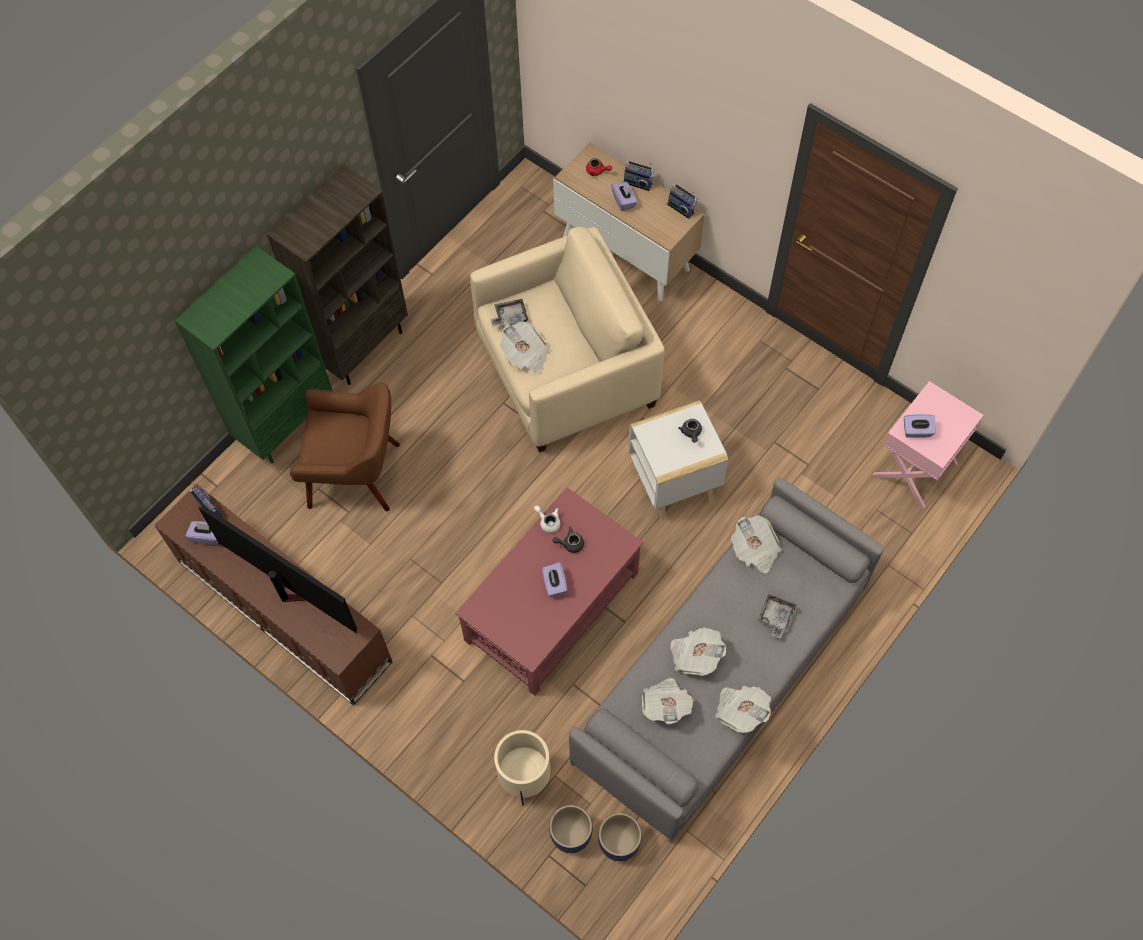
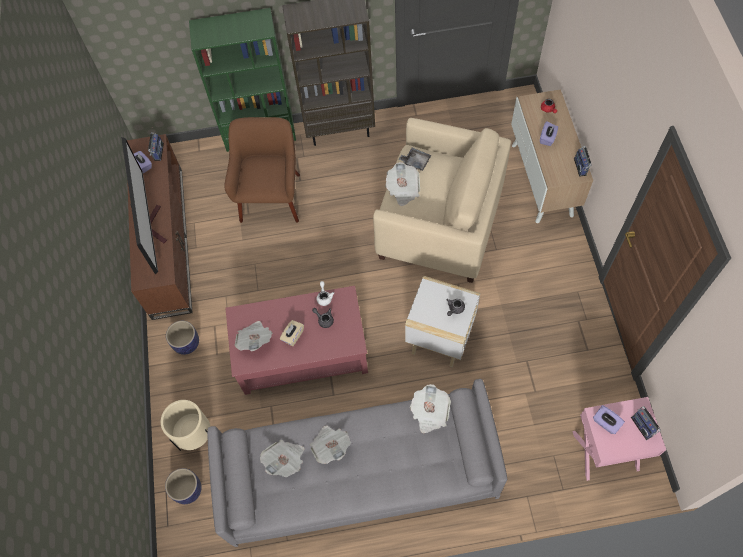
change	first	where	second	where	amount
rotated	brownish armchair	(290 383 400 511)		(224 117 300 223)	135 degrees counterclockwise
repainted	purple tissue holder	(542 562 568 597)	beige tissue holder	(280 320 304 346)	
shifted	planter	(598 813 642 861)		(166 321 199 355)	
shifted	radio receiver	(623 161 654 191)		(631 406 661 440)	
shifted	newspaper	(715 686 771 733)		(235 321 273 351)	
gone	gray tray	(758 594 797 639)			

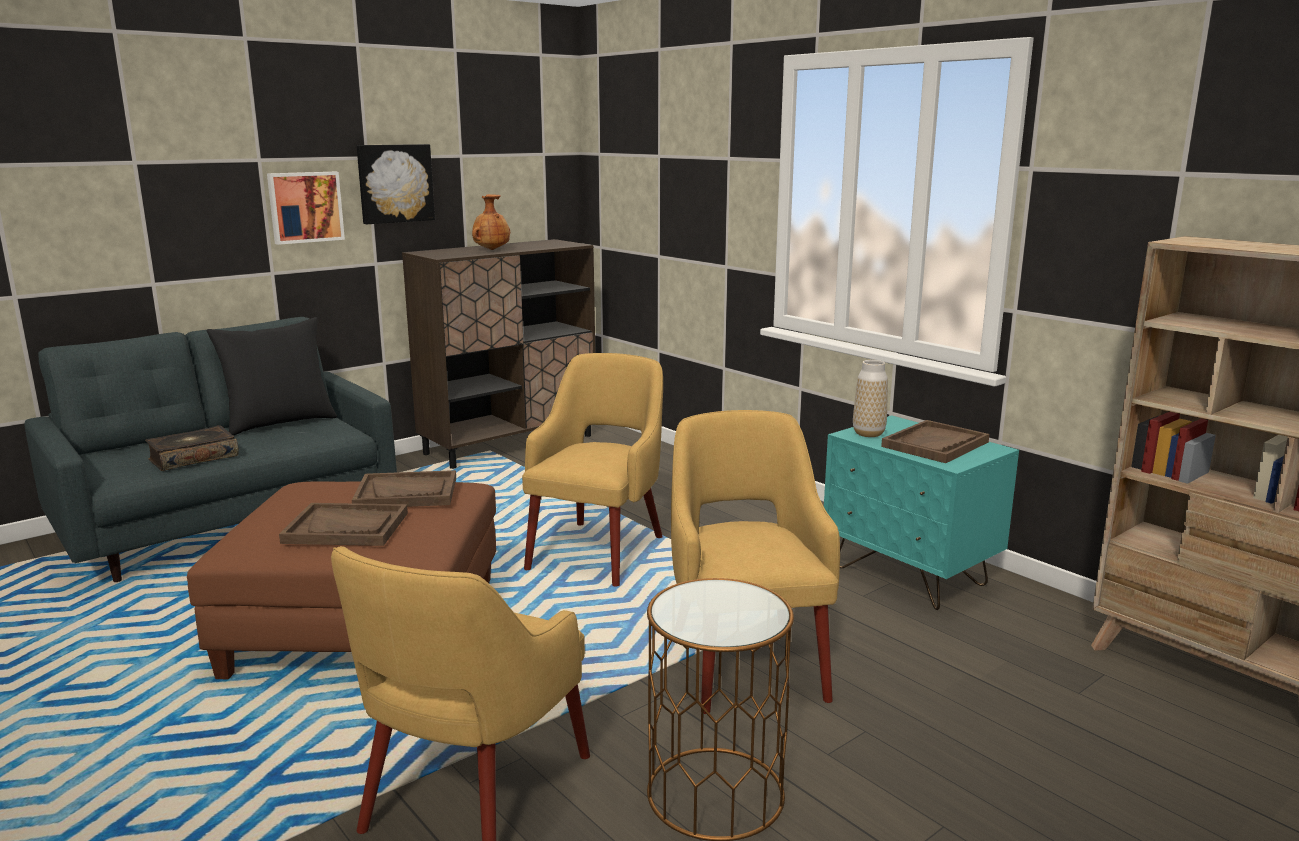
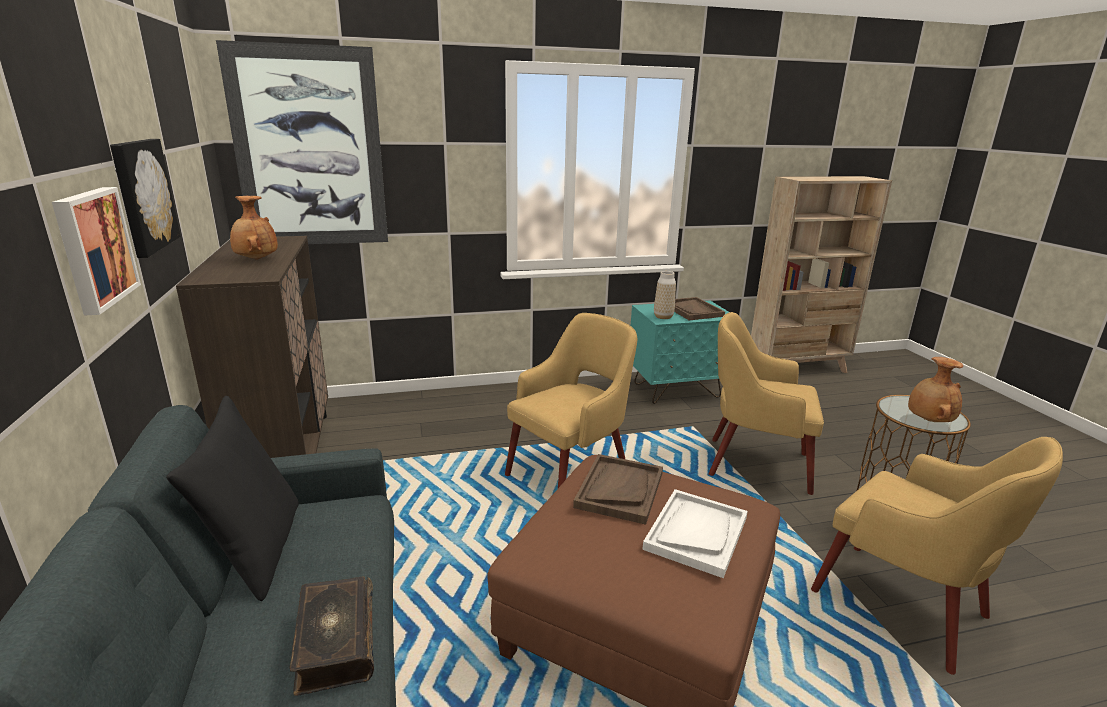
change	first	where	second	where	amount
repainted	brownish tray	(279 503 408 546)	white tray	(642 489 748 578)	
rotated	yellow-coloured armchair	(522 353 663 587)		(505 313 637 488)	90 degrees clockwise
new			picture	(216 40 388 244)	
new			brownish decorative vase	(908 357 963 422)	

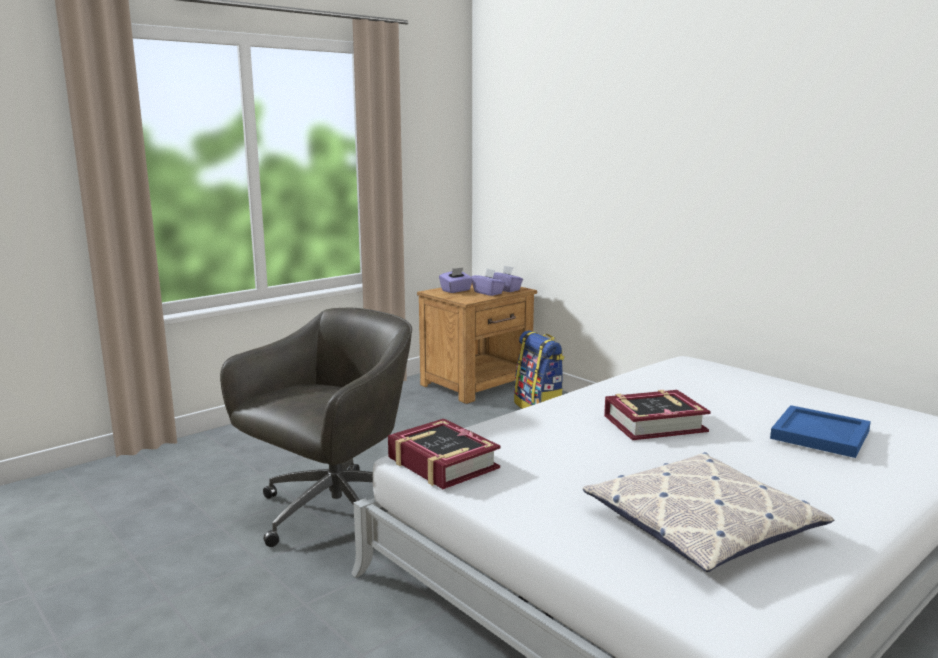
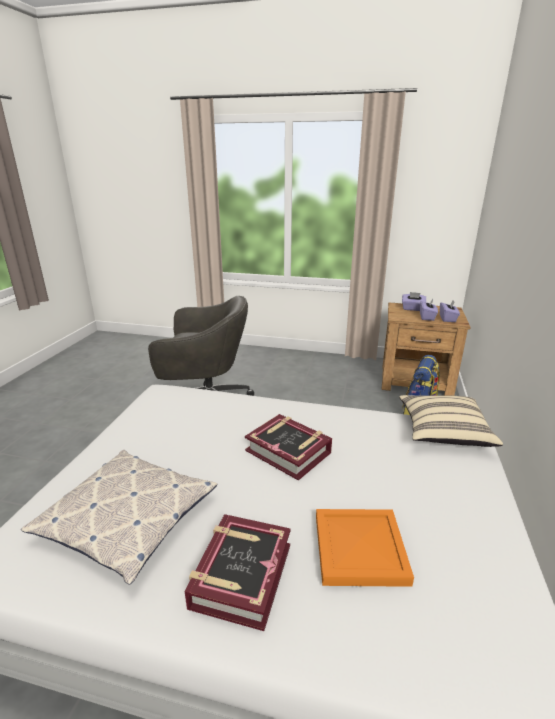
change	first	where	second	where	amount
shifted	bound book	(388 419 501 489)		(184 514 291 631)	
repainted	blue tray	(770 405 871 458)	orange tray	(316 509 414 587)	
new			beige throw pillow	(399 395 503 447)	

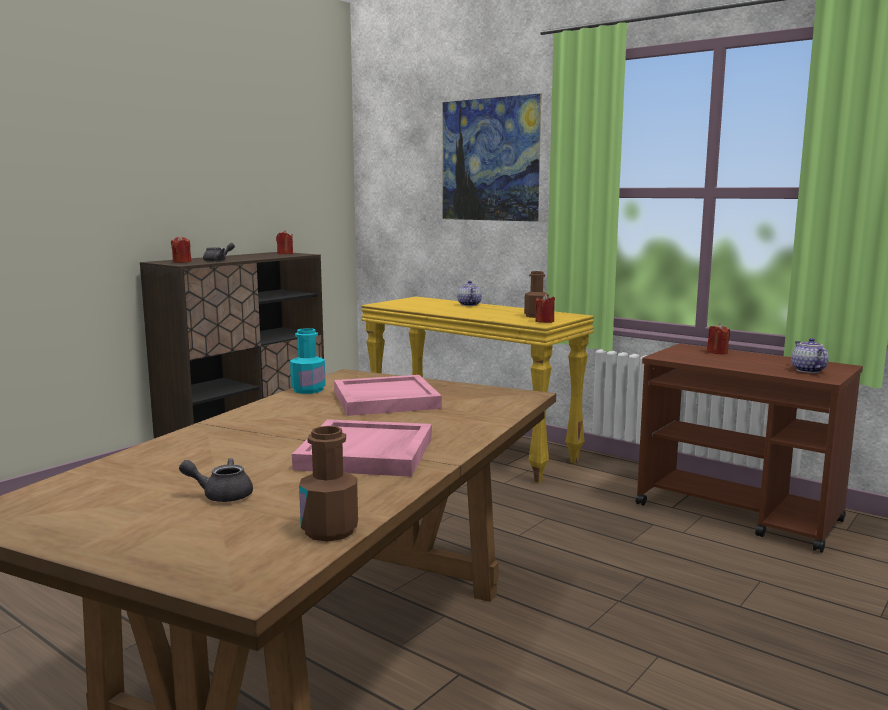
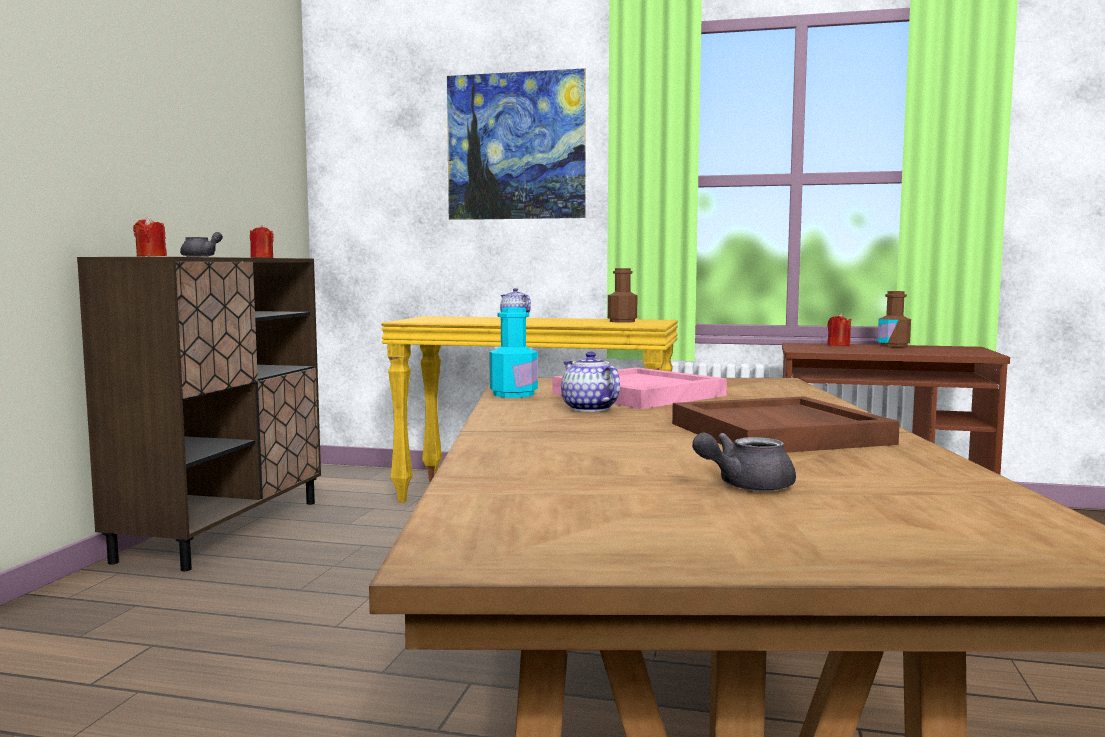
change	first	where	second	where	amount
repainted	pink-coloured tray	(292 419 432 477)	brownish tray	(672 396 900 453)	
shifted	brownish drink bottle	(299 426 358 542)		(878 291 911 347)	
gone	red candle	(535 294 555 323)			
shifted	teapot	(791 338 829 373)		(561 352 620 412)	

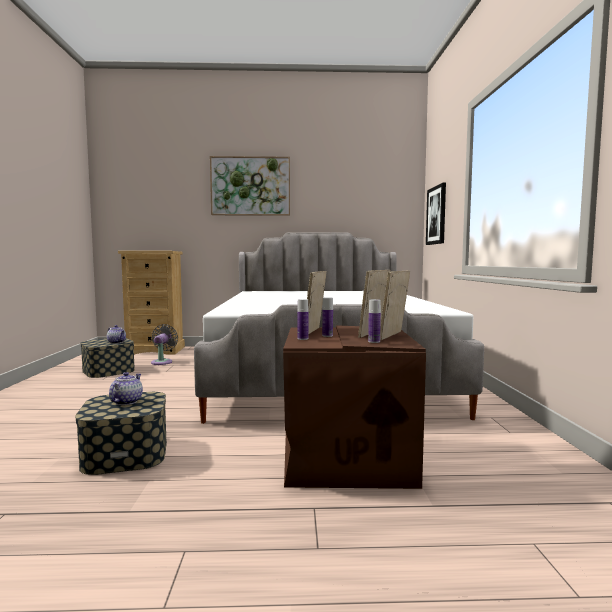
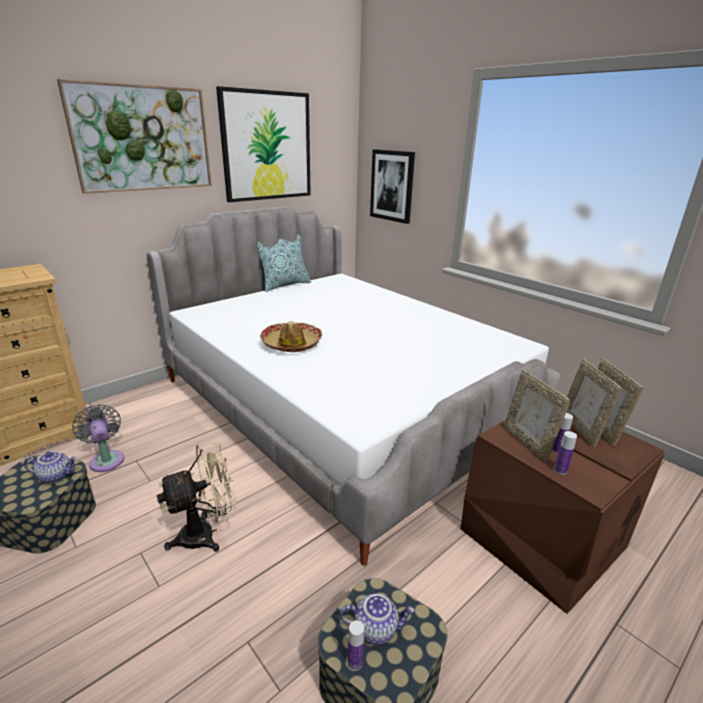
change	first	where	second	where	amount
rotated	teapot	(109 372 143 405)		(340 594 415 645)	120 degrees clockwise
shifted	drink bottle	(368 299 381 343)		(348 620 364 670)	
new			beige electric fan	(157 442 236 552)	
new			picture	(216 86 311 202)	
new			throw pillow	(258 234 311 292)	
new			wearable hat	(260 321 322 352)	

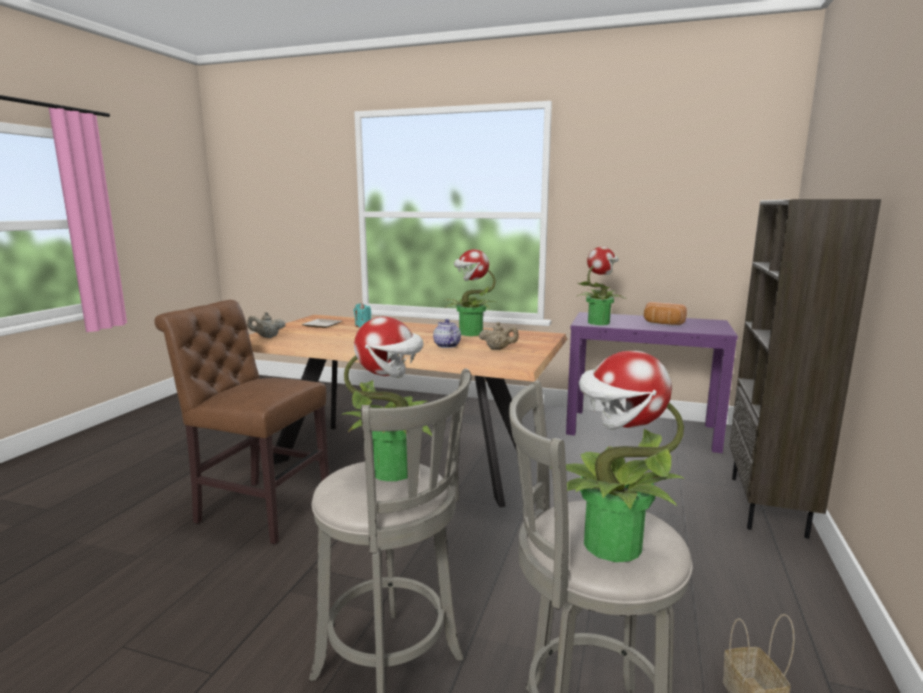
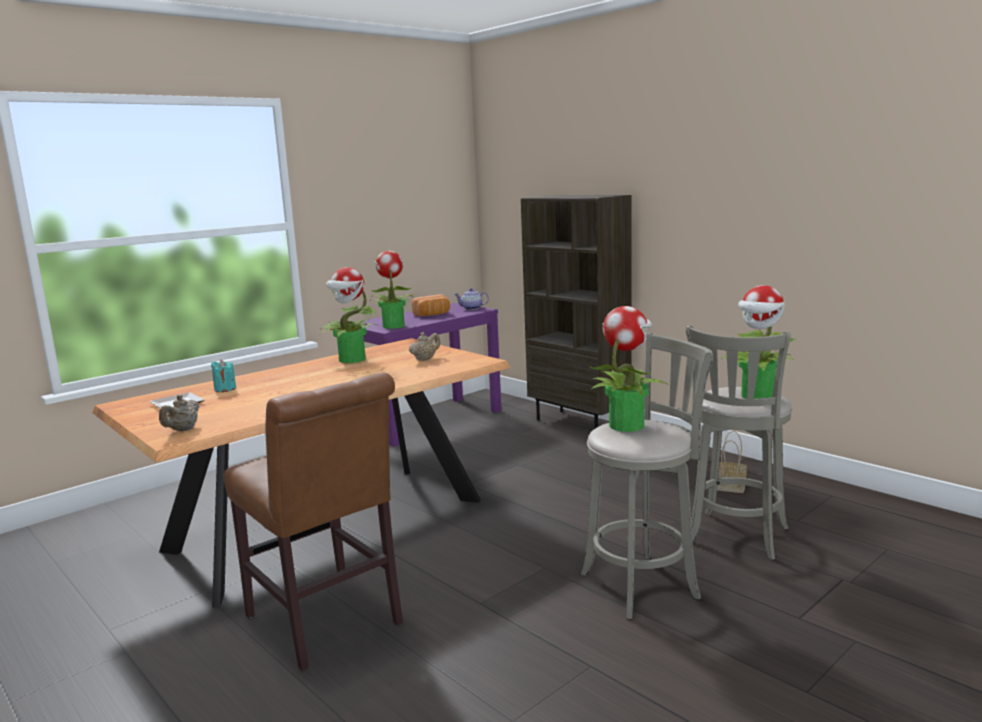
change	first	where	second	where	amount
rotated	brownish plain chair	(154 300 329 544)		(224 373 403 671)	90 degrees counterclockwise
shifted	teapot	(433 319 461 348)		(454 288 489 310)	

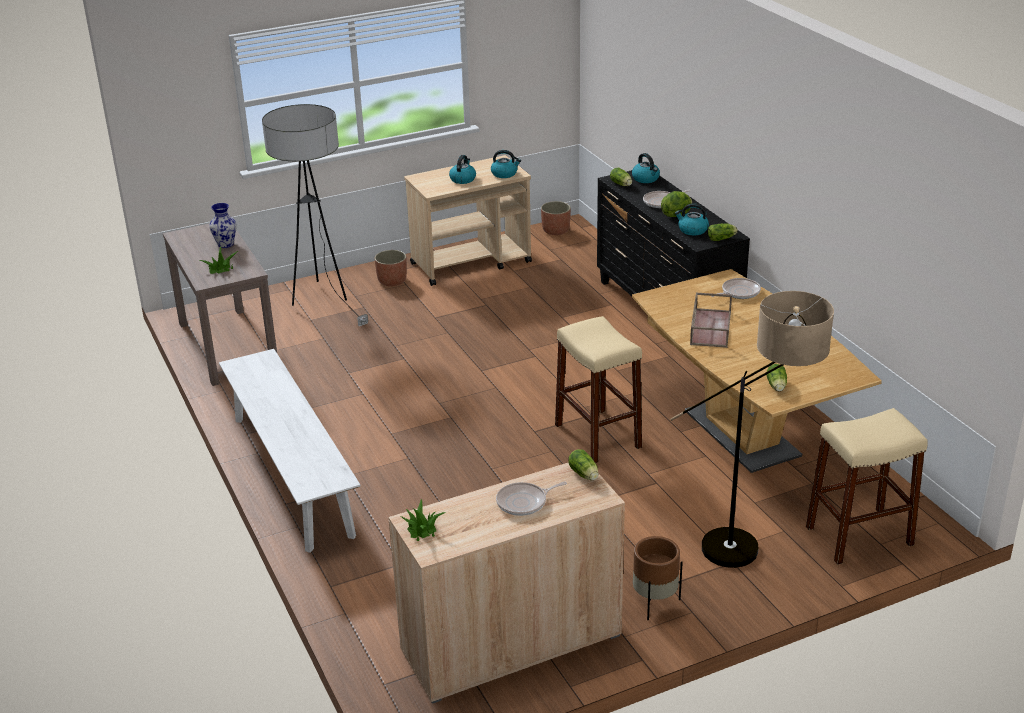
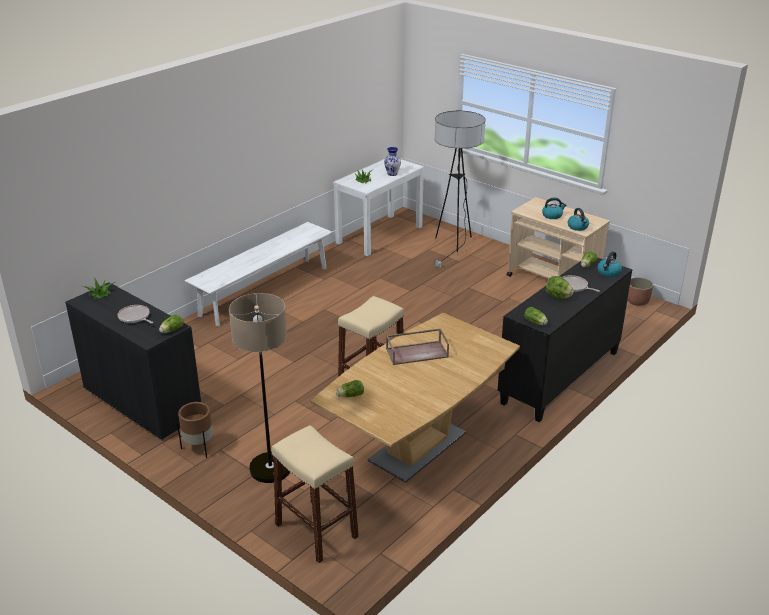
change	first	where	second	where	amount
repainted	brownish console table	(163 223 277 386)	white console table	(333 159 424 256)	
gone	planter	(375 250 407 286)			
repainted	beige cabinet	(388 463 625 704)	blackish cabinet	(65 282 201 441)	
gone	water kettle	(675 203 709 235)			
gone	pan	(711 278 761 299)			

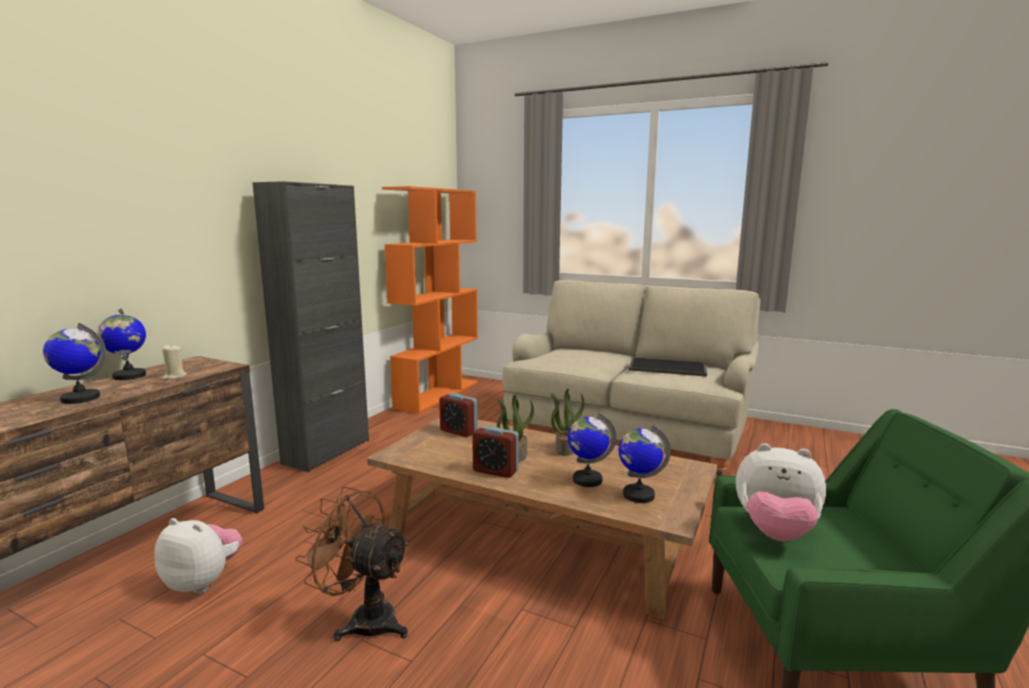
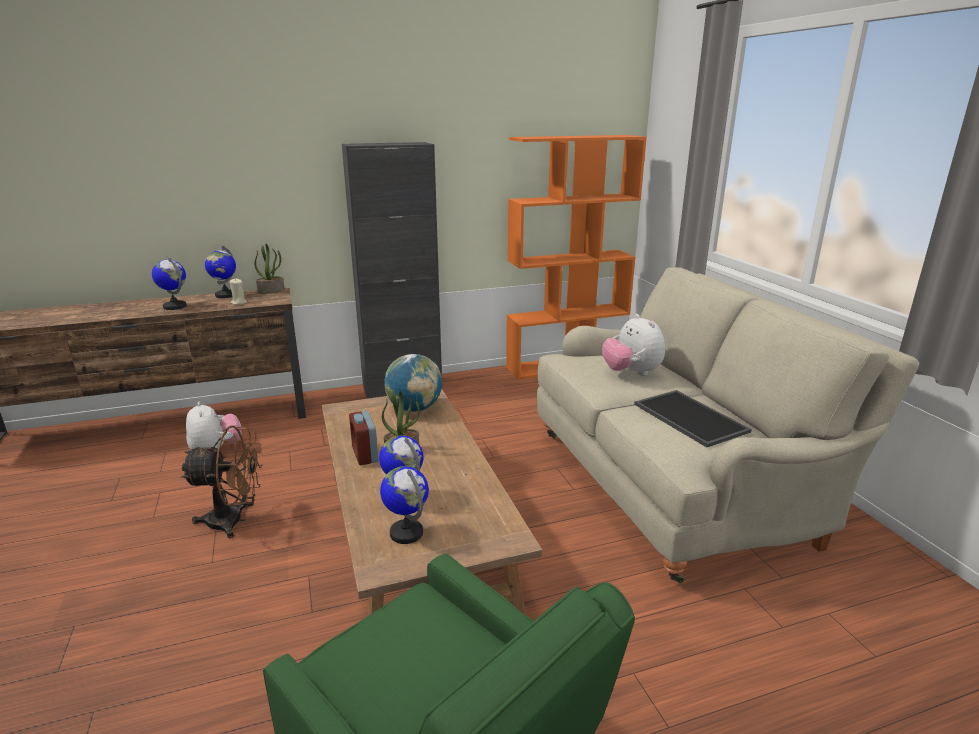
change	first	where	second	where	amount
rotated	brownish electric fan	(295 486 410 641)		(180 426 263 538)	105 degrees clockwise
swapped	bedside clock	(439 393 478 437)	desk globe	(384 354 442 412)	
shifted	houseplant	(550 389 585 456)		(254 244 285 294)	
shifted	cuddly toy	(736 443 826 541)		(602 314 665 376)	

